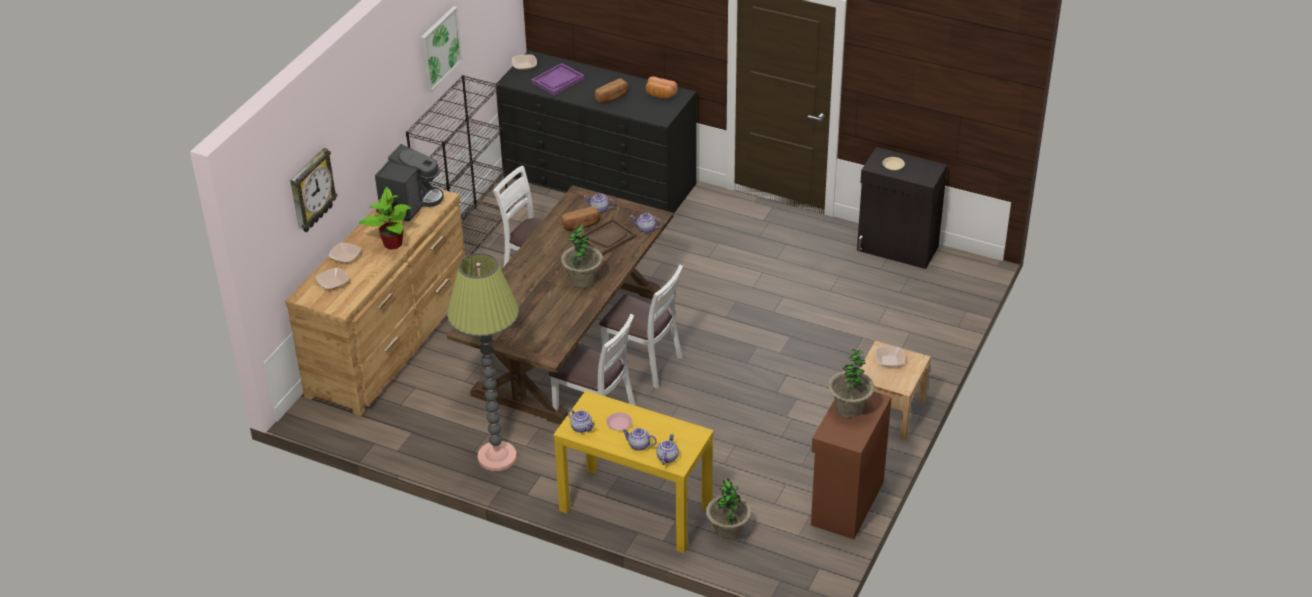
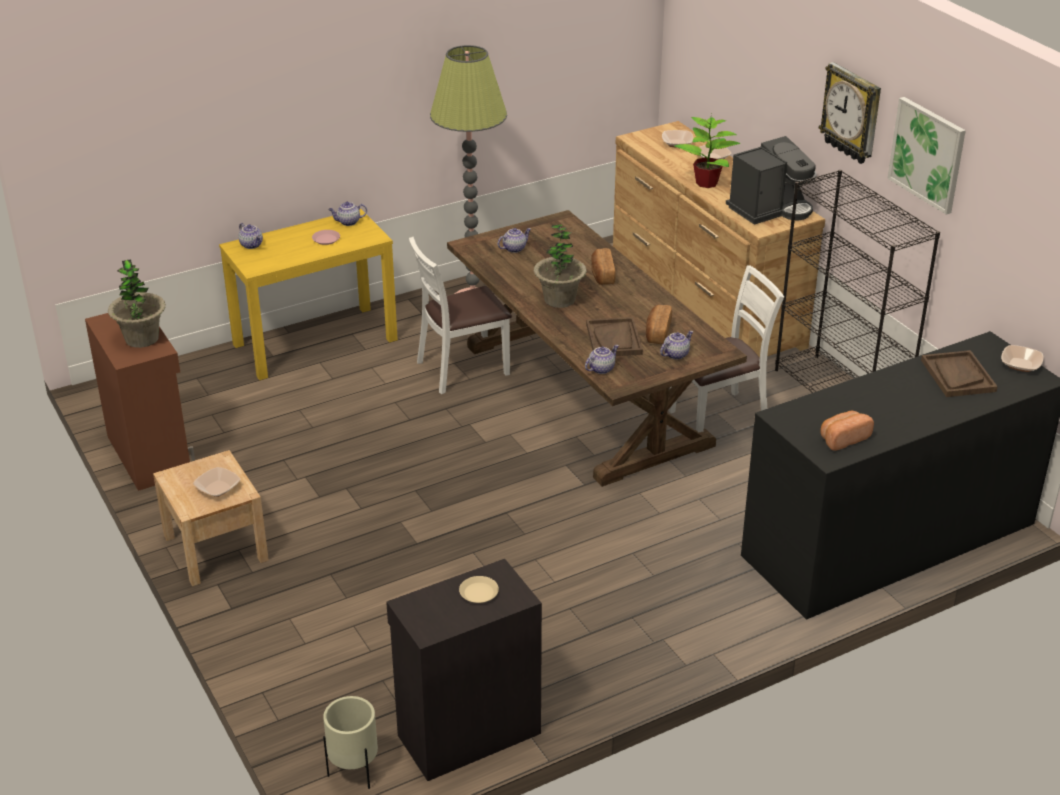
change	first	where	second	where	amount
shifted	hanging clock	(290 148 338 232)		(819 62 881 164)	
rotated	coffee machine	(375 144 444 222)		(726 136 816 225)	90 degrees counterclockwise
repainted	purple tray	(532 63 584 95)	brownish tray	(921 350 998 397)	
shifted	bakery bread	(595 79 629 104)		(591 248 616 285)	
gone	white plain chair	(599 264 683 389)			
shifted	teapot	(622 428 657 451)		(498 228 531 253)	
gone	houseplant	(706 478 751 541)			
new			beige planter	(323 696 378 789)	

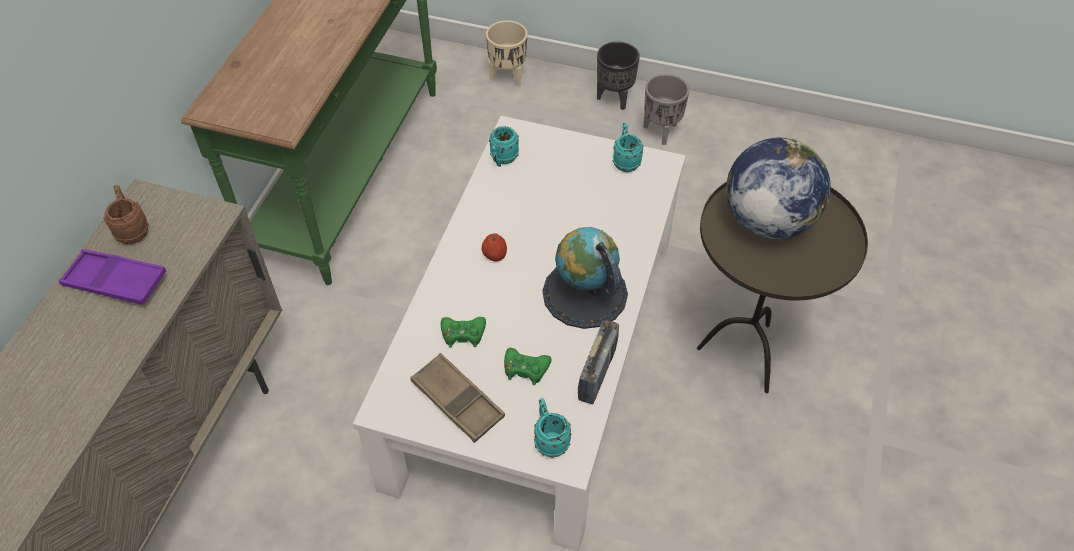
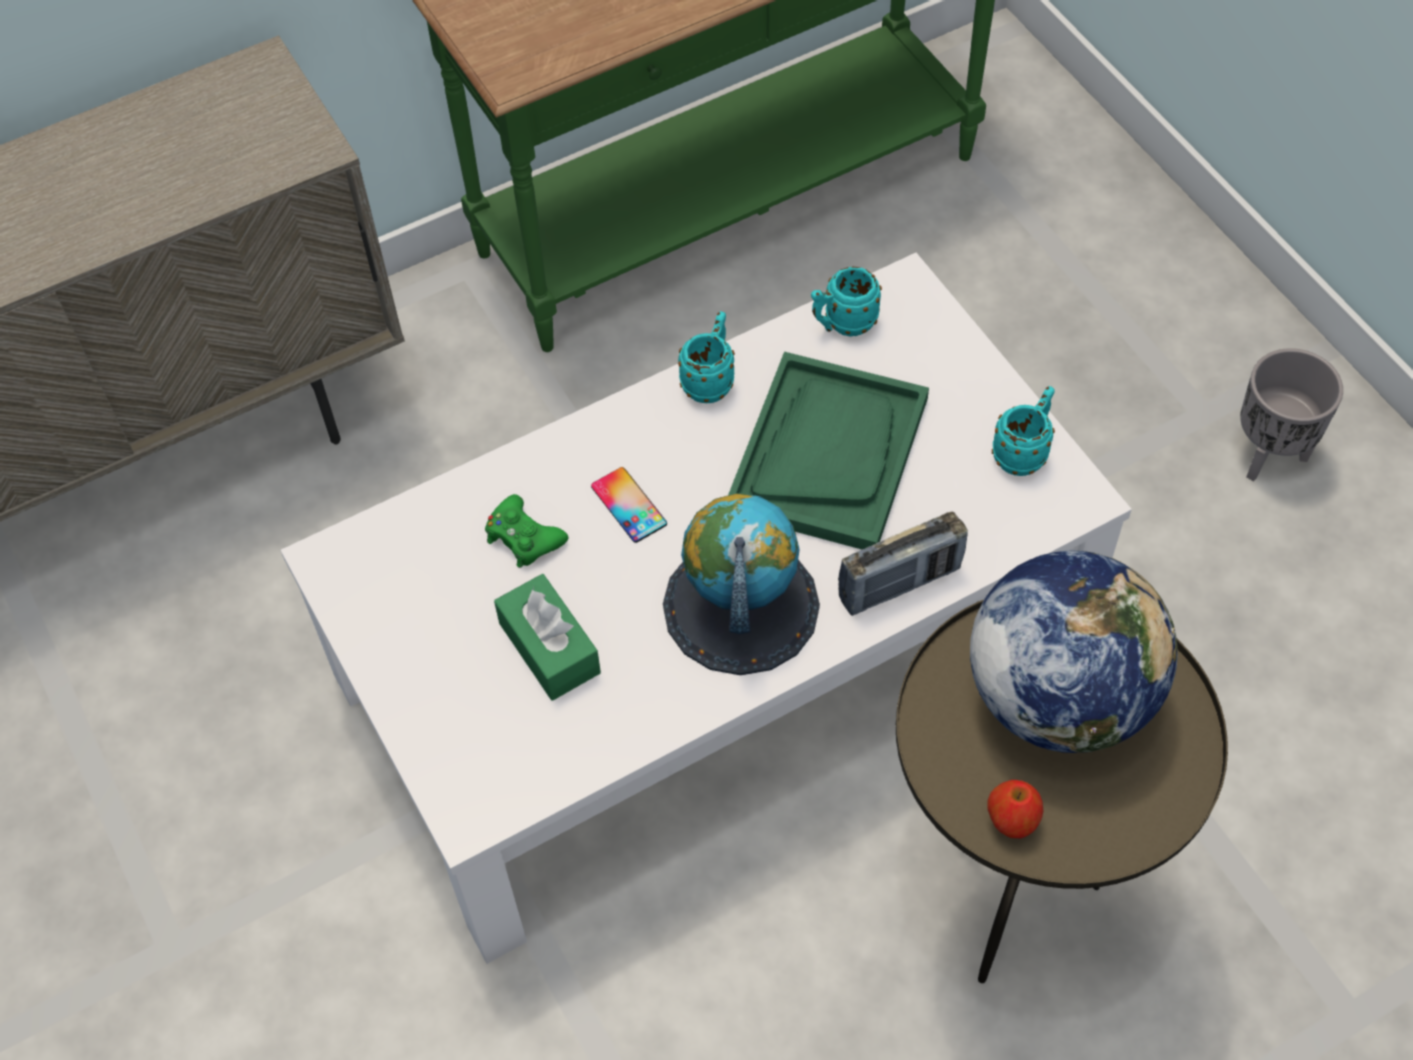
change	first	where	second	where	amount
gone	purple tray	(59 249 166 305)			
gone	brownish coffee mug	(103 185 148 244)			
gone	brownish tray	(410 353 505 443)			
shifted	apple fruit	(482 233 507 262)		(987 780 1044 838)	
gone	beige planter	(486 20 527 87)			
swapped	greenish game controller	(504 348 552 385)	greenish tissue holder	(494 574 601 701)	
shifted	turquoise-coloured coffee mug	(534 398 571 458)		(678 311 735 403)	
shifted	radio receiver	(578 320 619 404)		(838 511 968 616)	
gone	blackish planter	(597 41 640 110)			
new			telephone	(591 467 667 543)	
new			greenish tray	(728 352 929 549)	

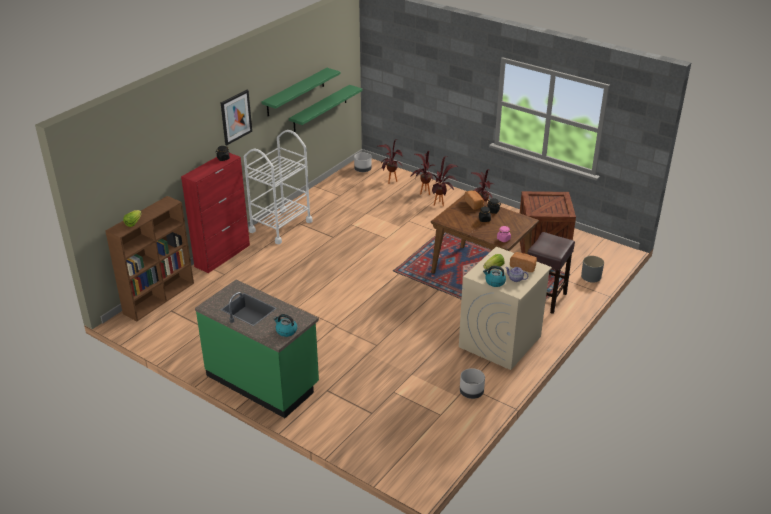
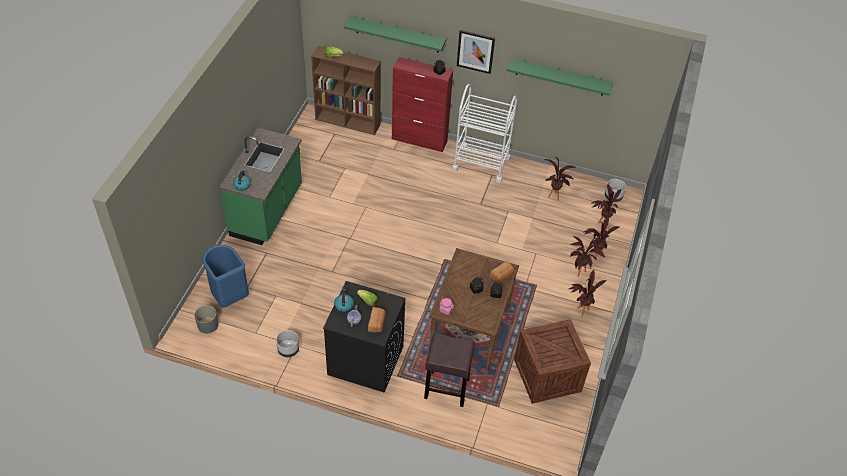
change	first	where	second	where	amount
shifted	greenish shelf	(289 85 362 132)		(344 16 446 53)	
repainted	beige laundry appliance	(459 247 552 370)	blackish laundry appliance	(323 281 405 393)	
shifted	gray planter	(581 256 604 283)		(194 305 218 334)	
new			blue trash can	(202 245 249 308)	
new			houseplant	(544 156 577 200)	

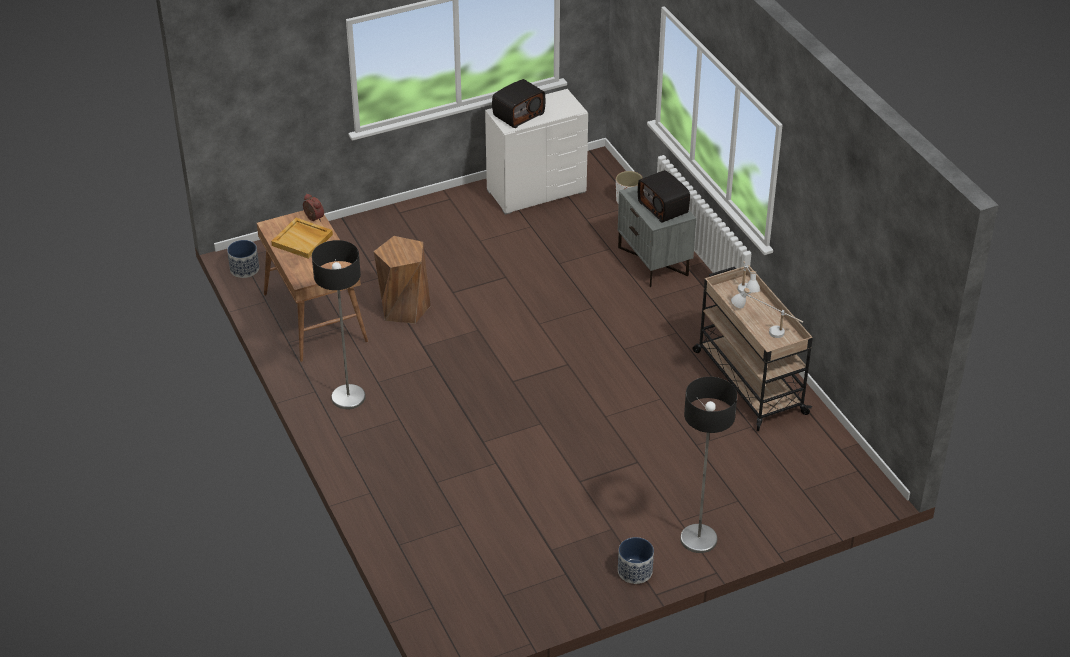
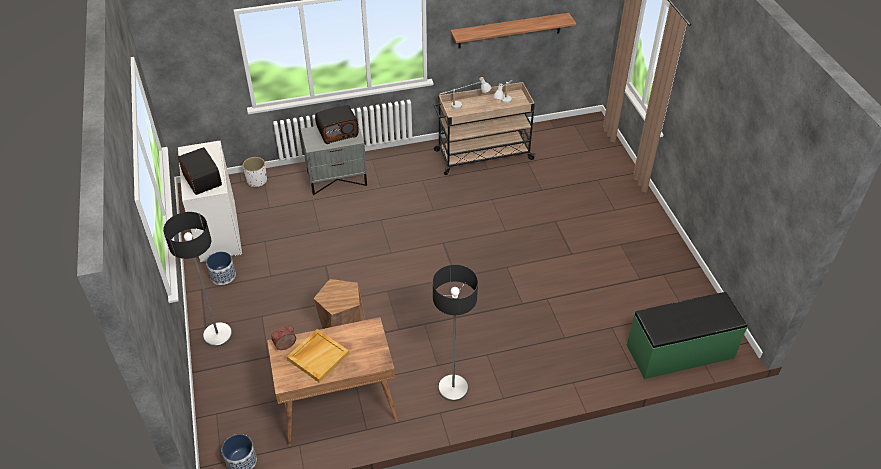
change	first	where	second	where	amount
shifted	planter	(618 537 654 584)		(206 252 236 285)	
shifted	standing lamp	(680 377 737 553)		(163 212 232 347)	
new			shelf	(451 13 576 48)	
new			greenish indoor bench	(627 292 748 379)	

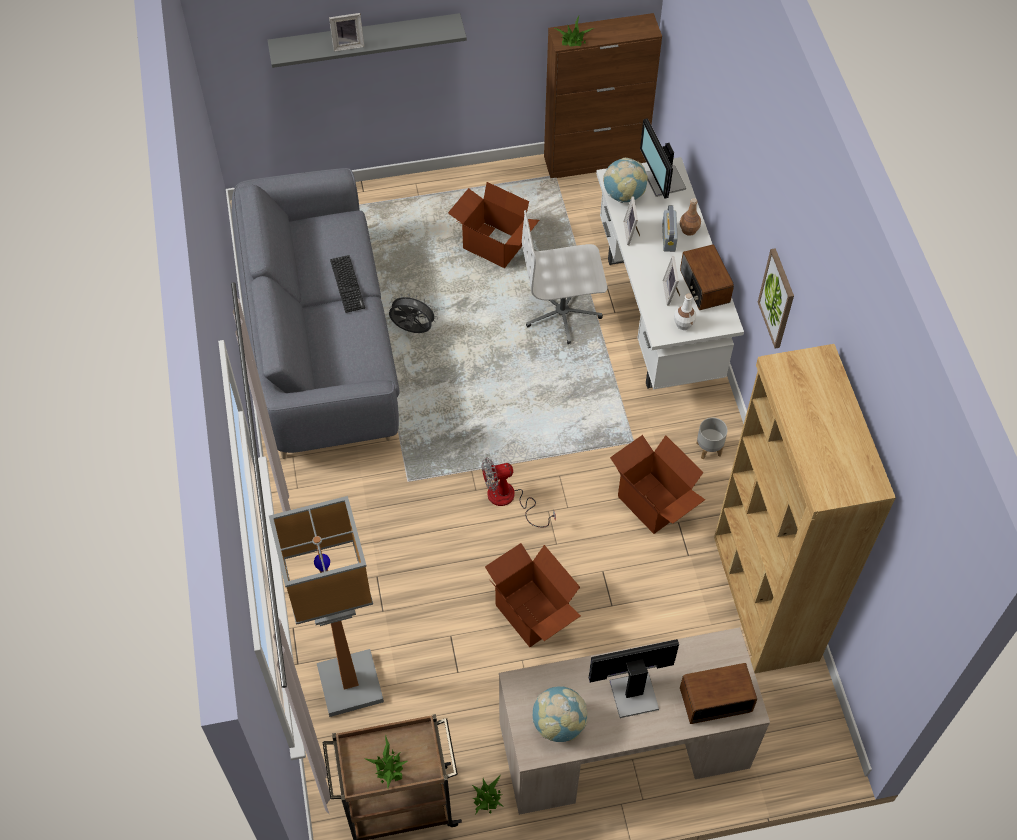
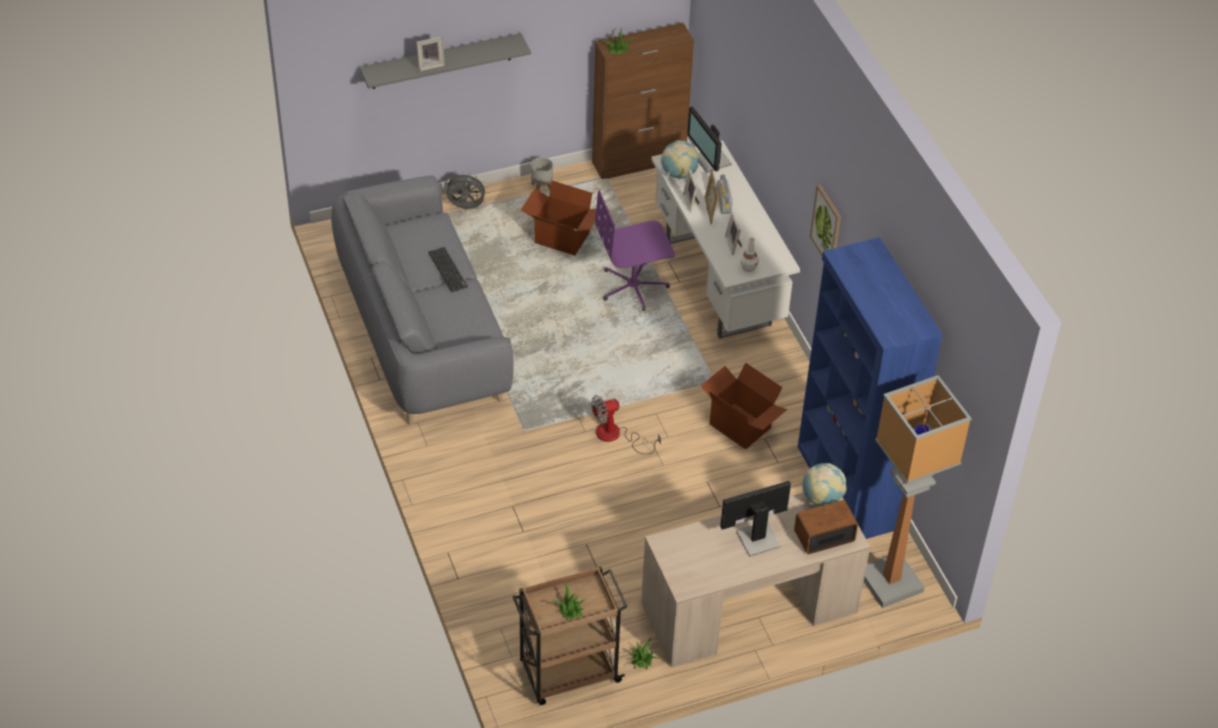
change	first	where	second	where	amount
shifted	standing lamp	(269 496 384 717)		(864 375 972 608)	
shifted	gray electric fan	(389 294 438 333)		(445 172 488 209)	
gone	carton	(485 543 581 647)			
repainted	white computer chair	(522 210 607 344)	purple computer chair	(595 190 675 311)	
shifted	desk globe	(533 686 587 742)		(803 463 847 506)	
gone	brownish drink bottle	(680 198 701 236)			
gone	radio receiver	(680 244 734 310)			
shifted	gray planter	(696 417 728 460)		(531 157 553 191)	
repainted	brownish bookcase	(714 344 896 674)	blue bookcase	(798 237 943 539)	
new			standing frame	(704 170 719 225)	

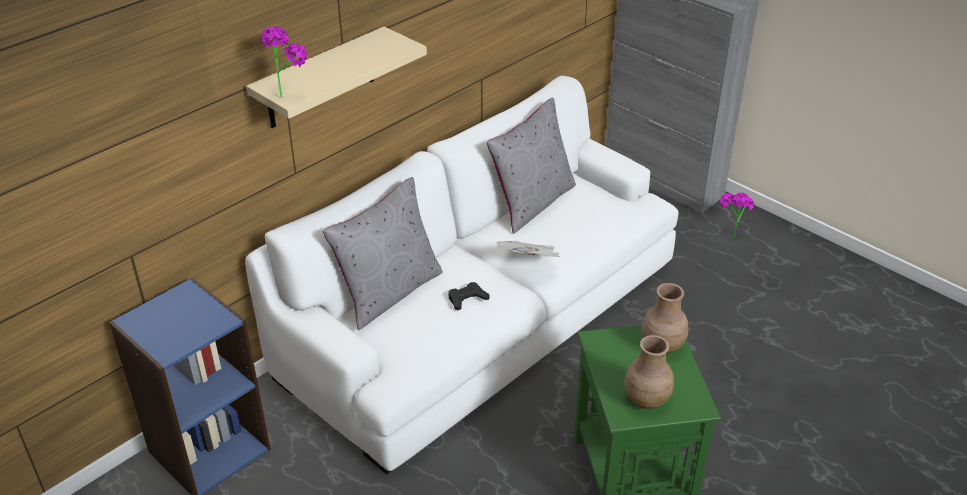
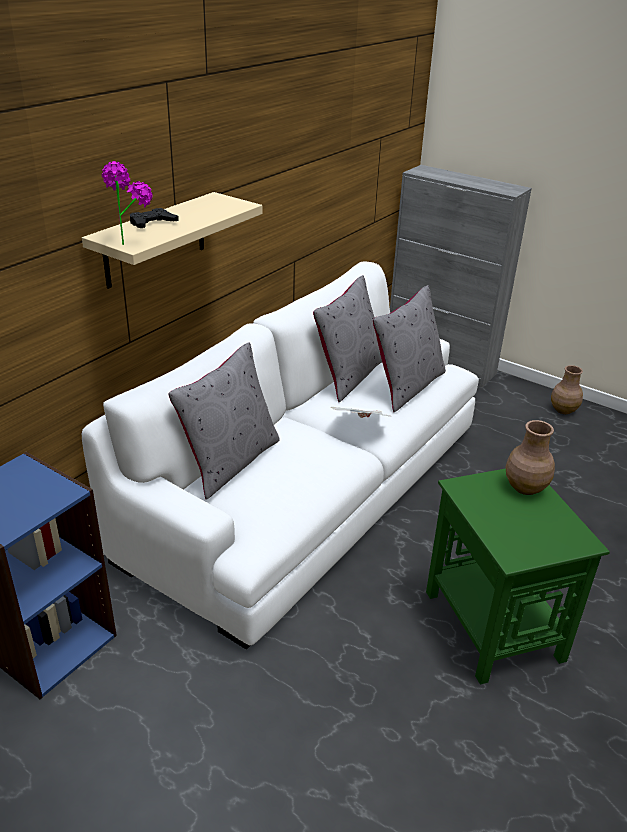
change	first	where	second	where	amount
shifted	blackish game controller	(448 282 489 311)		(130 208 179 228)	
shifted	brownish decorative vase	(624 335 674 409)		(551 365 583 414)	
gone	houseplant	(720 192 754 237)			
new			gray throw pillow	(373 285 446 412)	

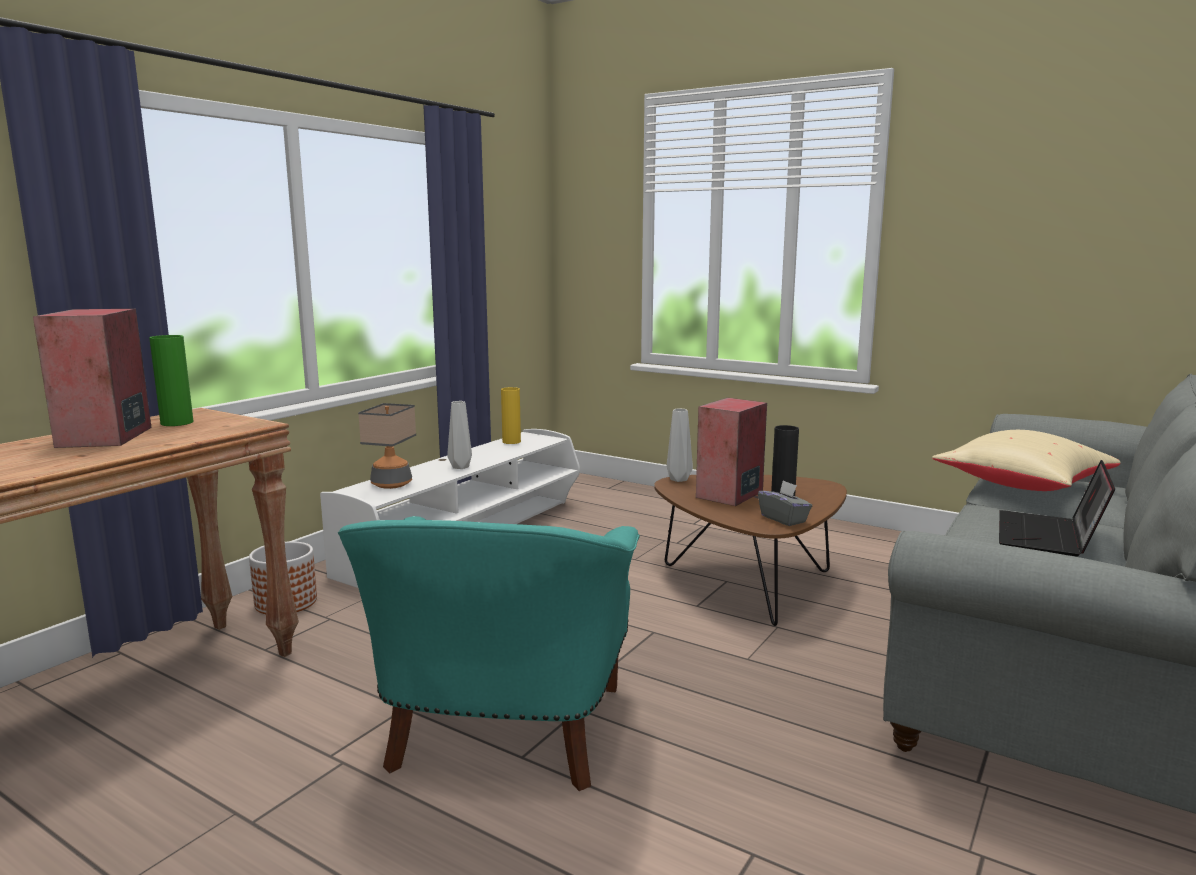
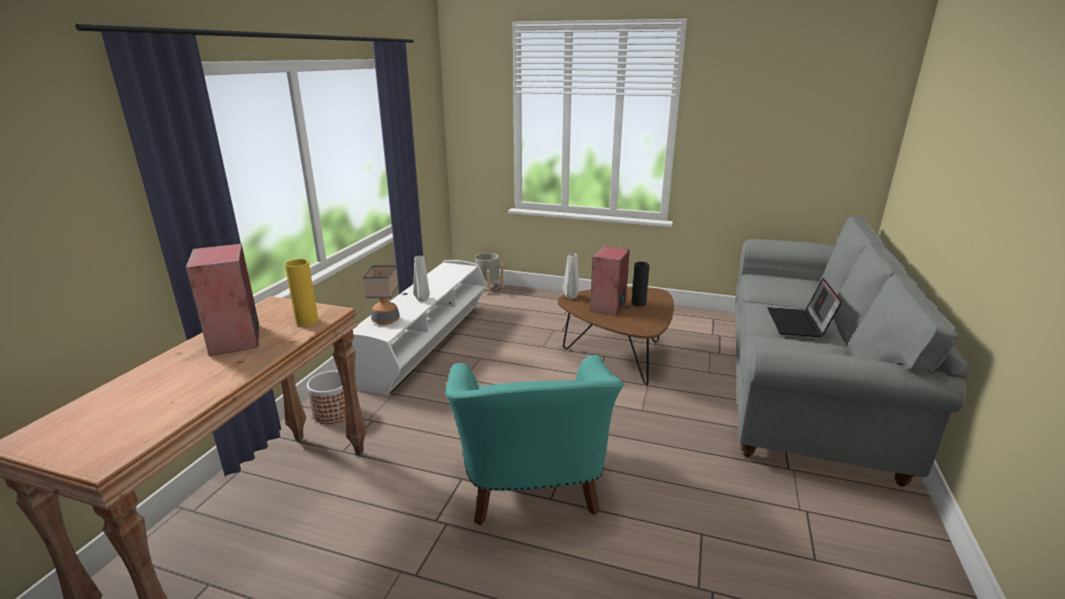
change	first	where	second	where	amount
gone	greenish decorative vase	(149 335 193 426)			
shifted	yellow-coloured decorative vase	(501 387 521 444)		(285 259 318 326)	
gone	gray tissue holder	(758 480 812 526)			
gone	beige throw pillow	(932 430 1121 491)			
new			gray planter	(475 253 504 294)	

